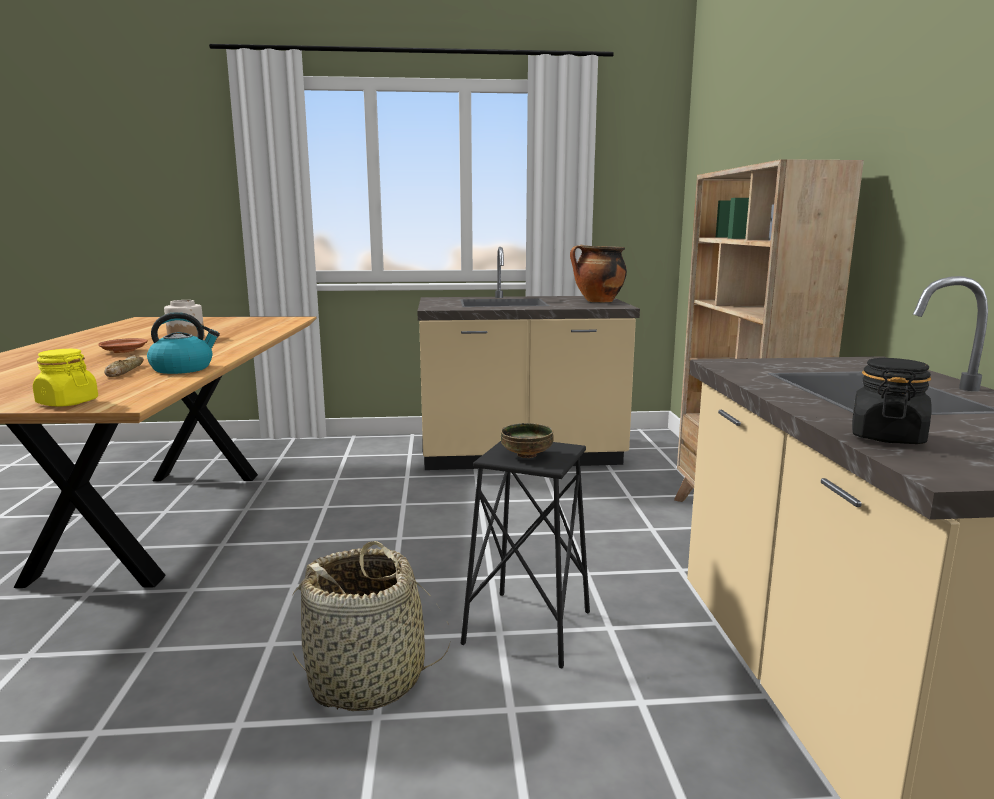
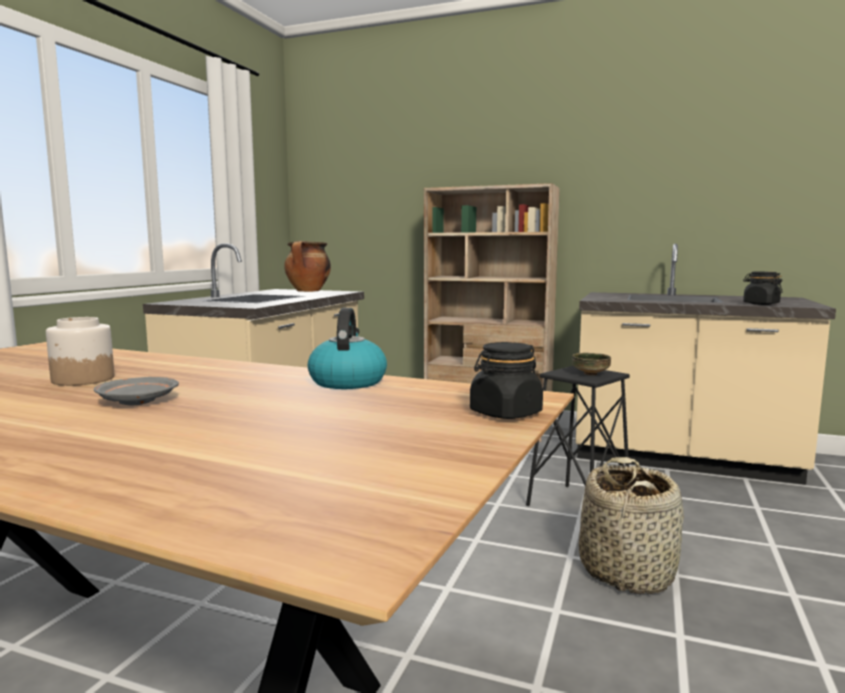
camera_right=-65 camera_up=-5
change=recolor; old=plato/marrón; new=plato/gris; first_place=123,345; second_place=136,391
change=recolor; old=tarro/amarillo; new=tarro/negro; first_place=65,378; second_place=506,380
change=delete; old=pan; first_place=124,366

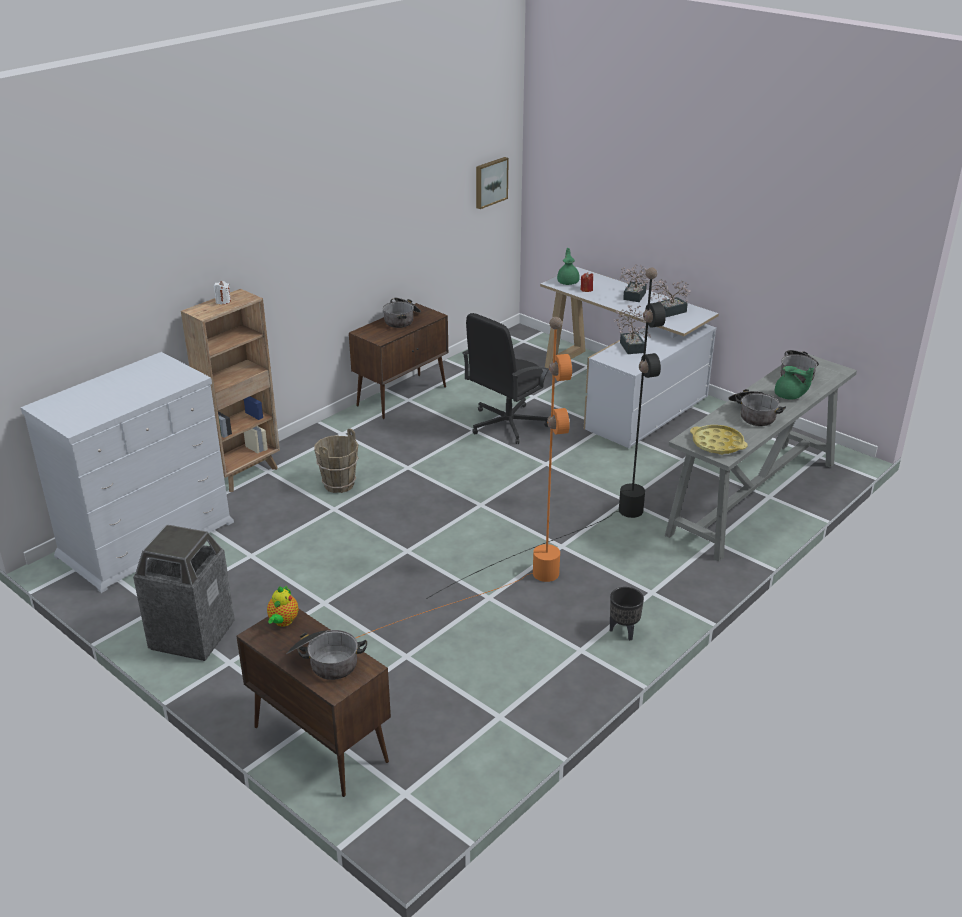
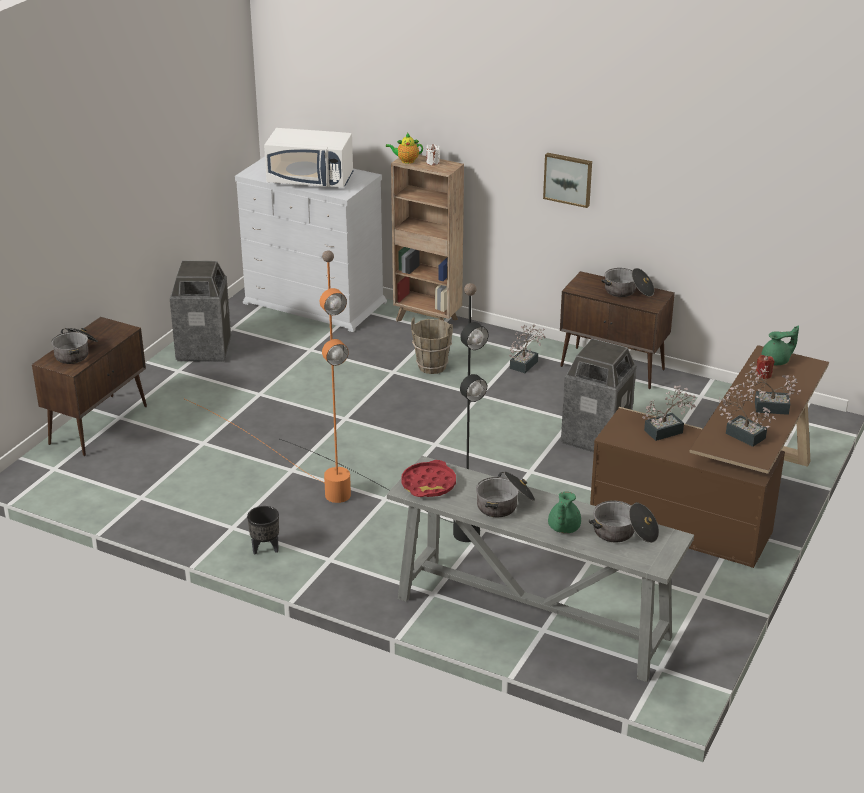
camera_right=75 camera_up=0
change=move; old=cuadro; first_place=492,183; second_place=567,180
change=recolor; old=escritorio/blanco; new=escritorio/marrón; first_place=629,357; second_place=709,456
change=replace; old=silla de oficina/negro; new=papelera; first_place=506,378; second_place=598,395
change=recolor; old=bandeja/amarillo; new=bandeja/rojo; first_place=719,440; second_place=428,478
change=move; old=tetera; first_place=282,606; second_place=404,148
change=insert; new=microondas/blanco; second_place=309,158
change=insert; new=planta en maceta; second_place=527,348

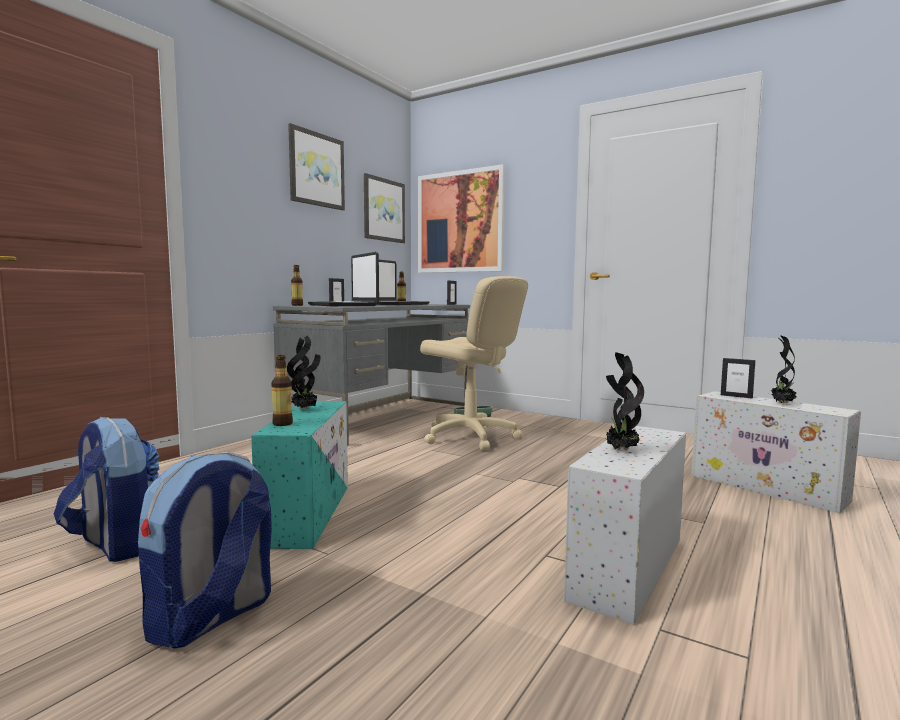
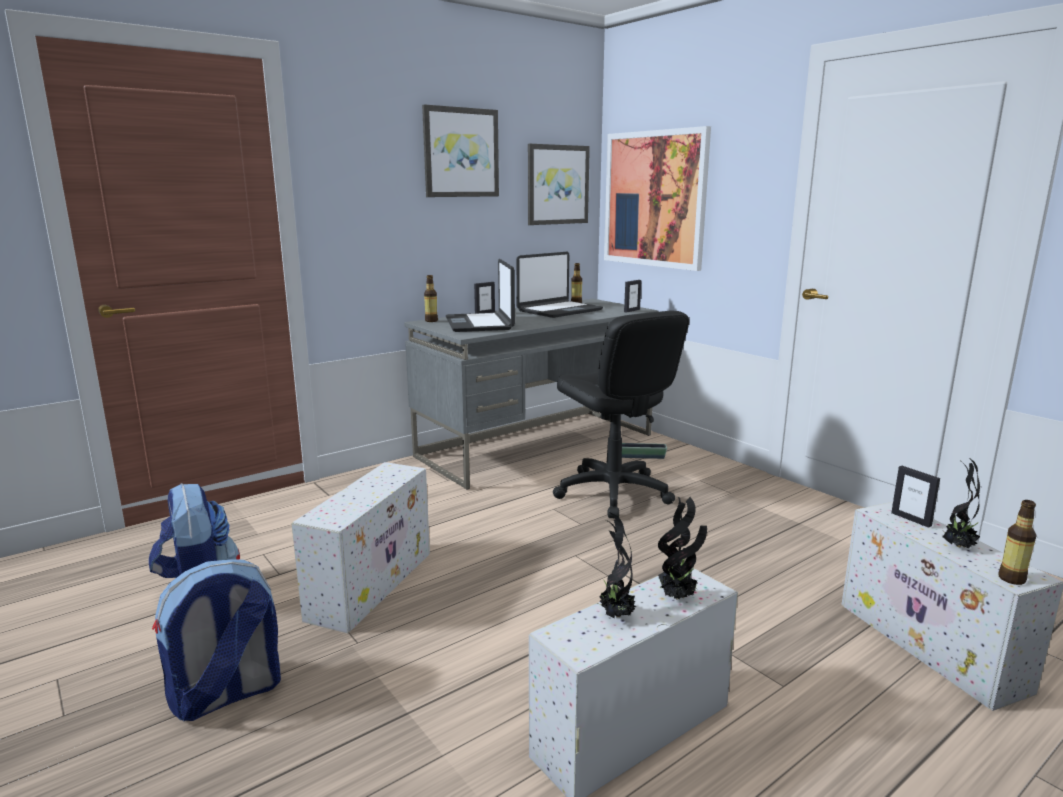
camera_right=20 camera_up=10
change=recolor; old=silla de oficina/beis; new=silla de oficina/negro; first_place=474,363; second_place=621,414
change=move; old=planta en maceta; first_place=304,372; second_place=682,548
change=move; old=botella; first_place=282,390; second_place=1018,542
change=recolor; old=caja de almacenaje/turquesa; new=caja de almacenaje/blanco; first_place=299,475; second_place=360,548

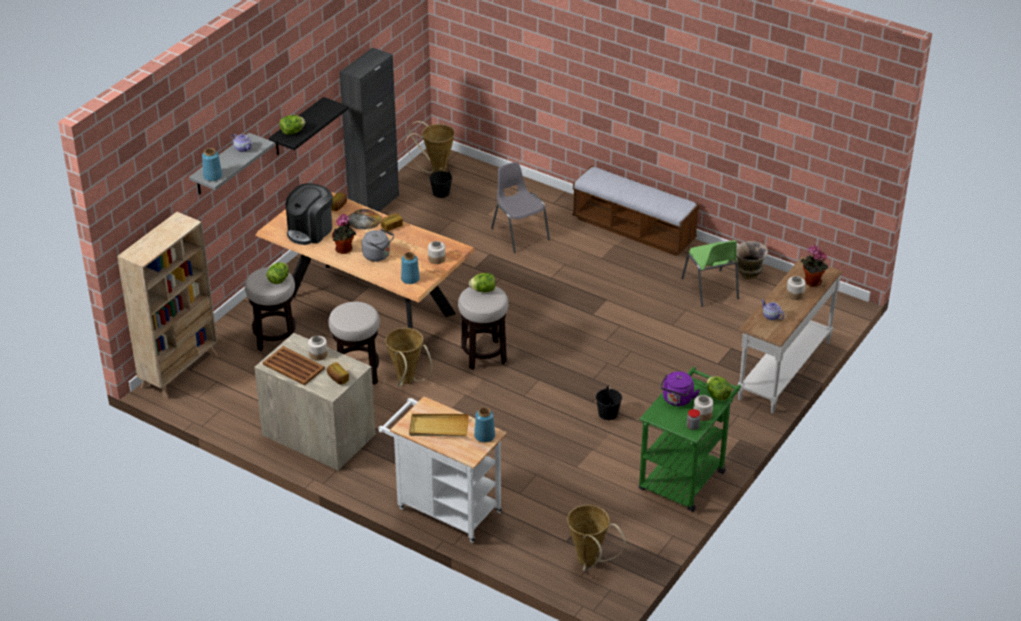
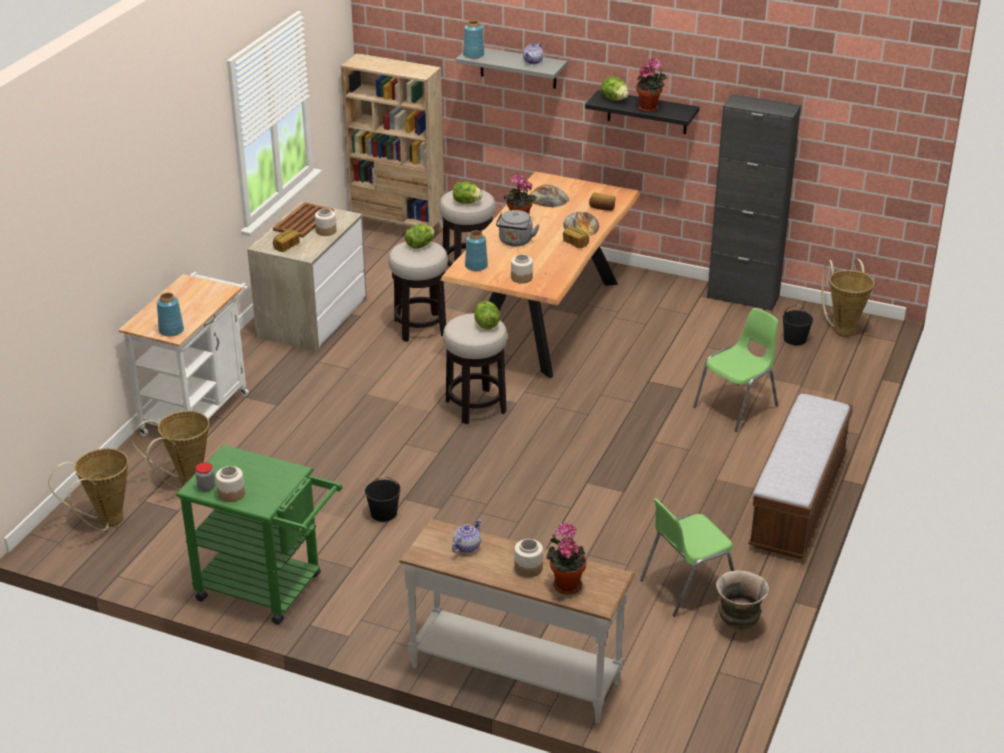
camera_right=80 camera_up=-5
change=recolor; old=silla/gris; new=silla/verde; first_place=520,207; second_place=736,370
change=replace; old=cafetera; new=pan; first_place=309,214; second_place=549,195
change=move; old=cesta; first_place=409,357; second_place=170,450
change=delete; old=hervidor/morado; first_place=680,388
change=move; old=lechuga; first_place=719,388; second_place=420,236
change=delete; old=bandeja/beis; first_place=439,425
change=insert; new=planta en maceta; second_place=651,85

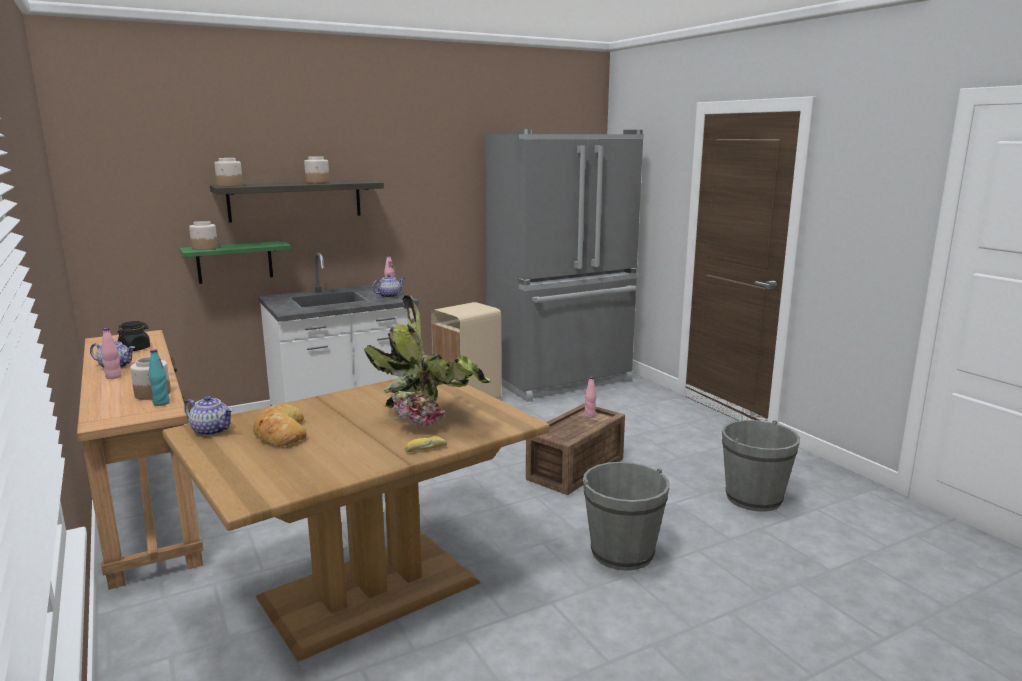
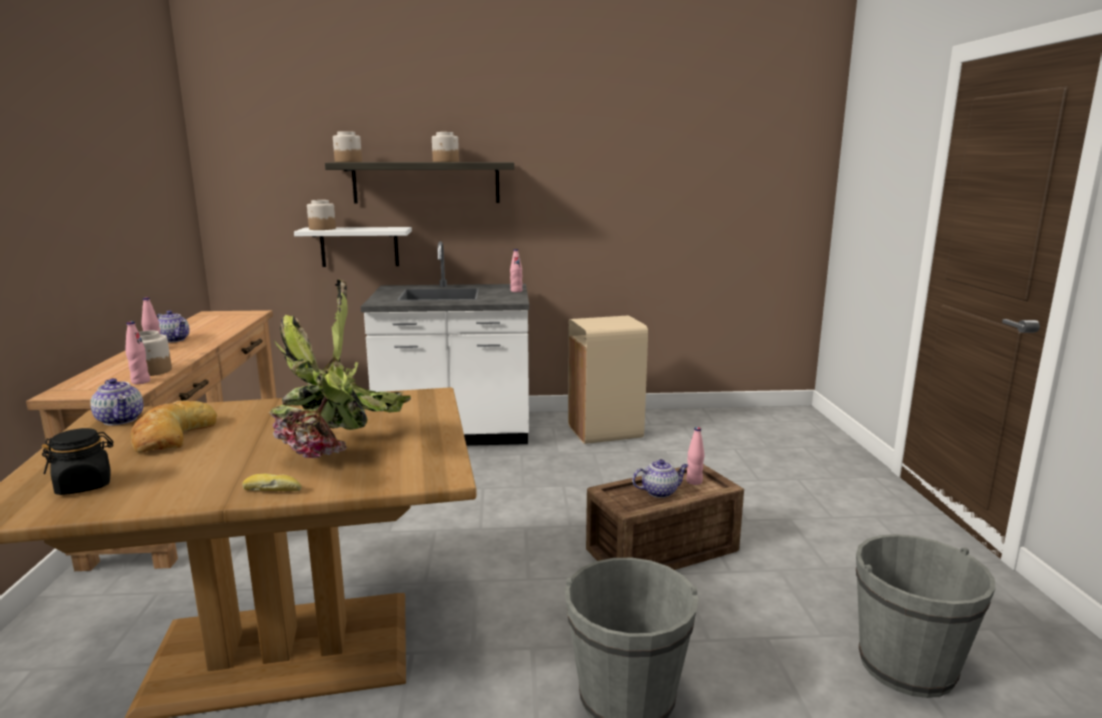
camera_right=25 camera_up=0
change=delete; old=nevera/gris; first_place=564,265
change=recolor; old=estante/verde; new=estante/blanco; first_place=235,262; second_place=353,247
change=move; old=tetera; first_place=388,286; second_place=660,478
change=move; old=tarro/negro; first_place=133,336; second_place=77,461
change=recolor; old=botella/turquesa; new=botella/rosa; first_place=159,377; second_place=137,352

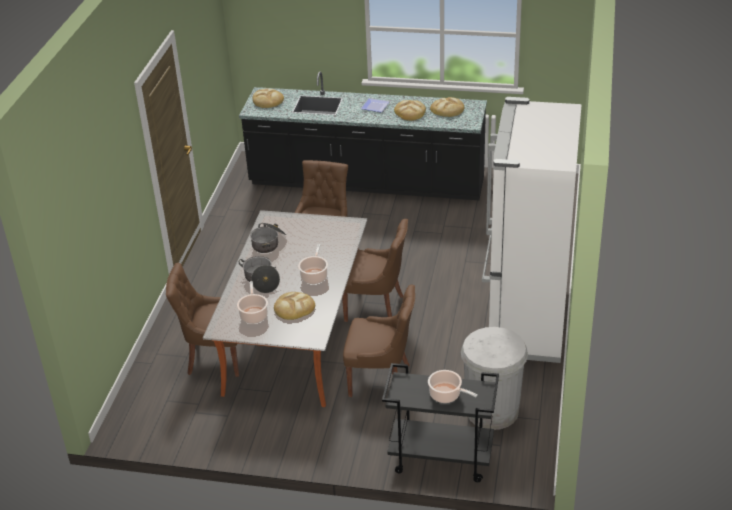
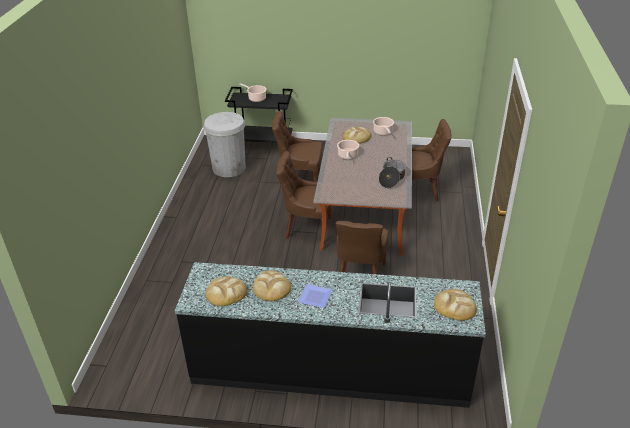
camera_right=175 camera_up=0
change=delete; old=nevera/blanco; first_place=532,230
change=delete; old=olla; first_place=259,274

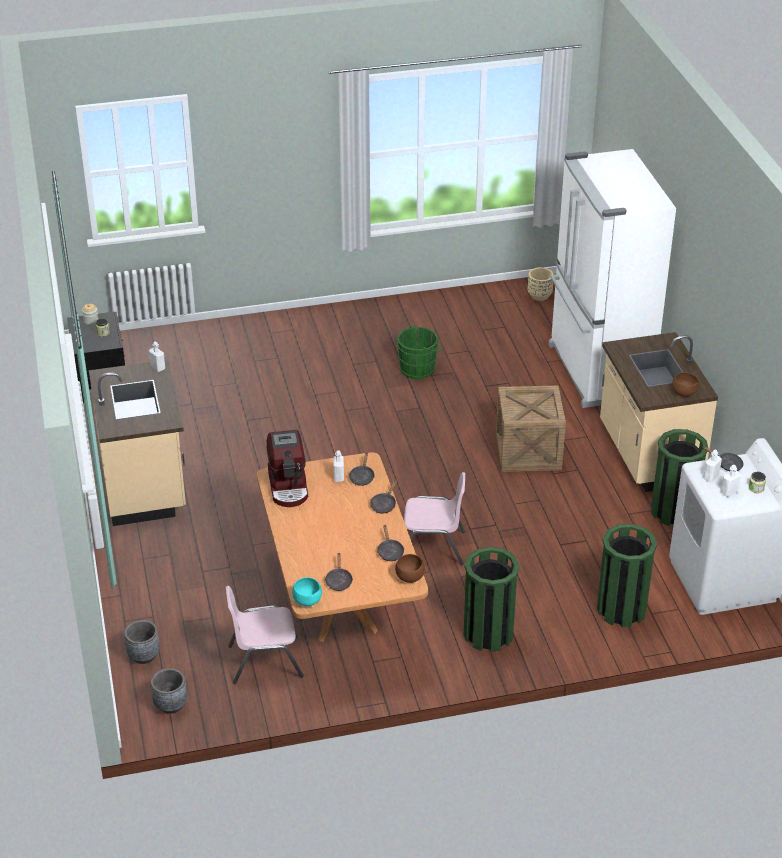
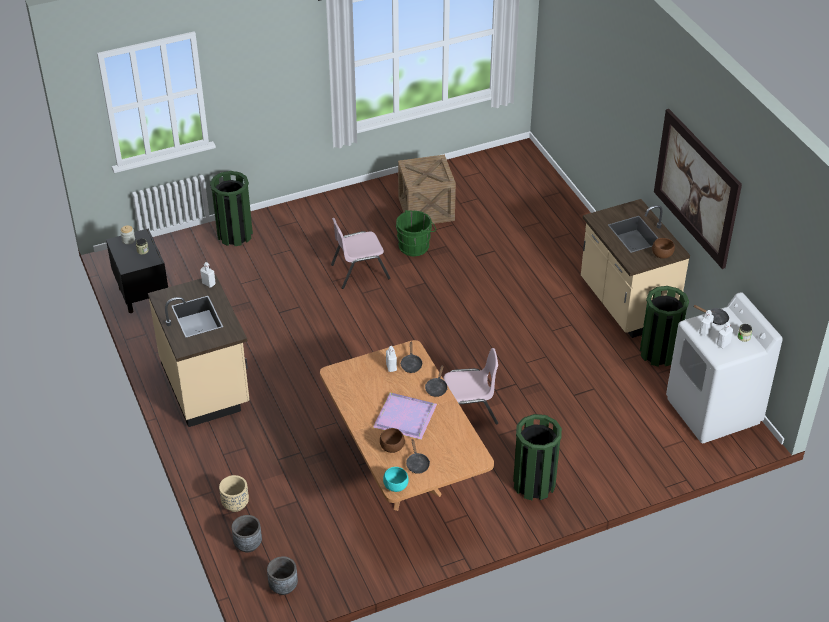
camera_right=-10 camera_up=5
change=delete; old=nevera/blanco; first_place=612,278
change=move; old=maceta/beis; first_place=541,284; second_place=234,493
change=move; old=caja de embalaje; first_place=531,428; second_place=427,189
change=delete; old=cafetera; first_place=287,468
change=delete; old=sartén/negro; first_place=390,542
change=move; old=papelera/verde; first_place=627,575; second_place=231,208
change=move; old=cuenco/marrón; first_place=410,568; second_place=392,440
change=move; old=silla/rosa; first_place=265,635; second_place=360,253
change=insert; new=cuadro; second_place=698,189
change=insert; new=bandeja/morado; second_place=405,416

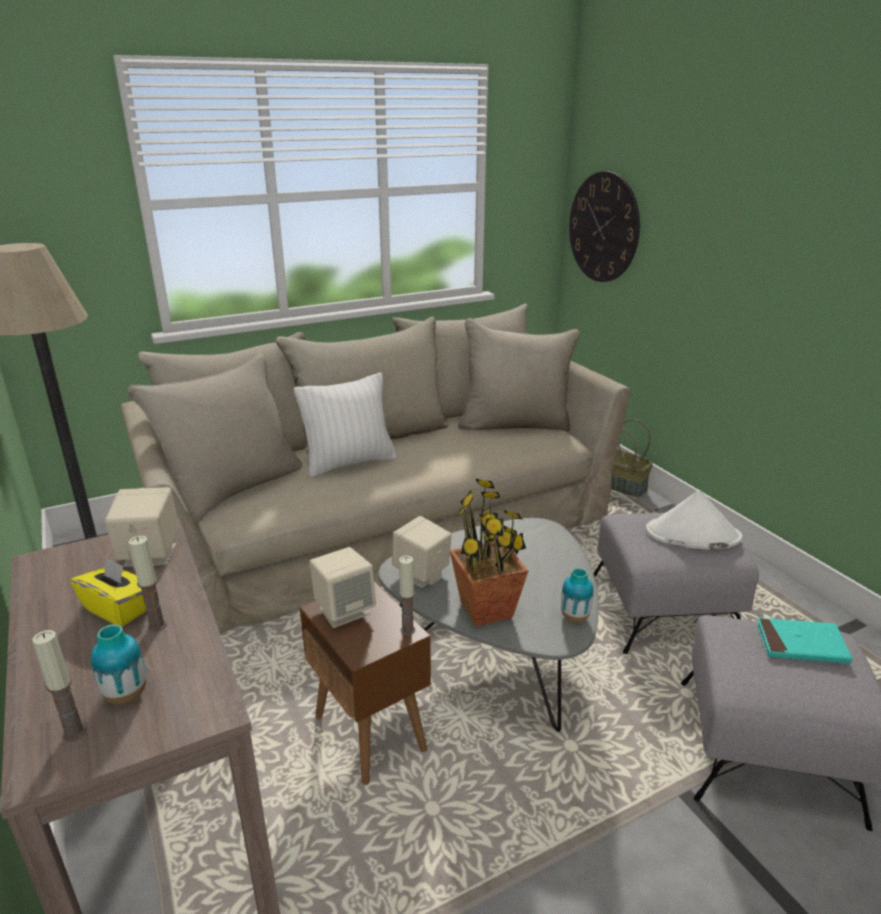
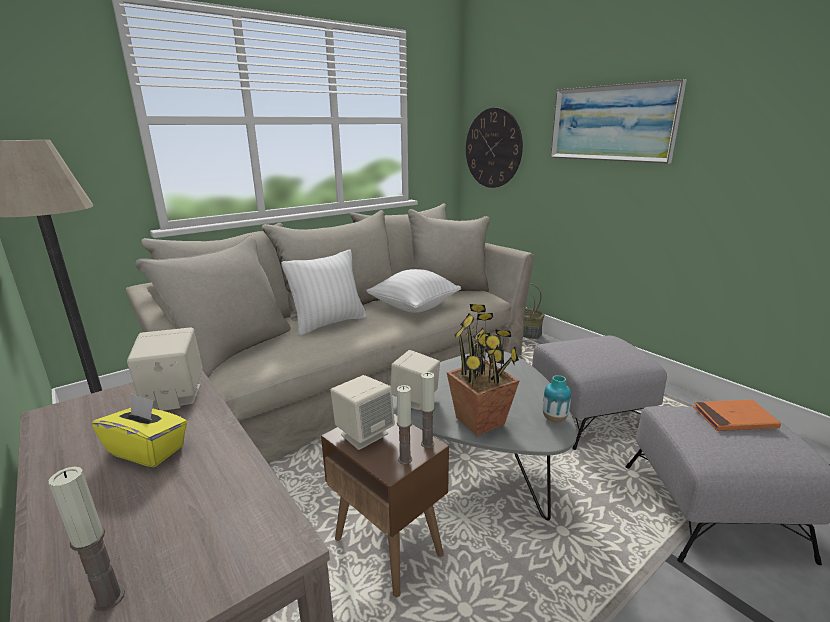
camera_right=-10 camera_up=-5
change=delete; old=sombrero/blanco; first_place=694,519
change=move; old=vela; first_place=147,583; second_place=404,425
change=recolor; old=libro/turquesa; new=libro/naranja; first_place=804,641; second_place=737,415
change=delete; old=florero; first_place=118,664
change=insert; new=cuadro; second_place=618,121
change=insert; new=cojín/blanco; second_place=413,291

